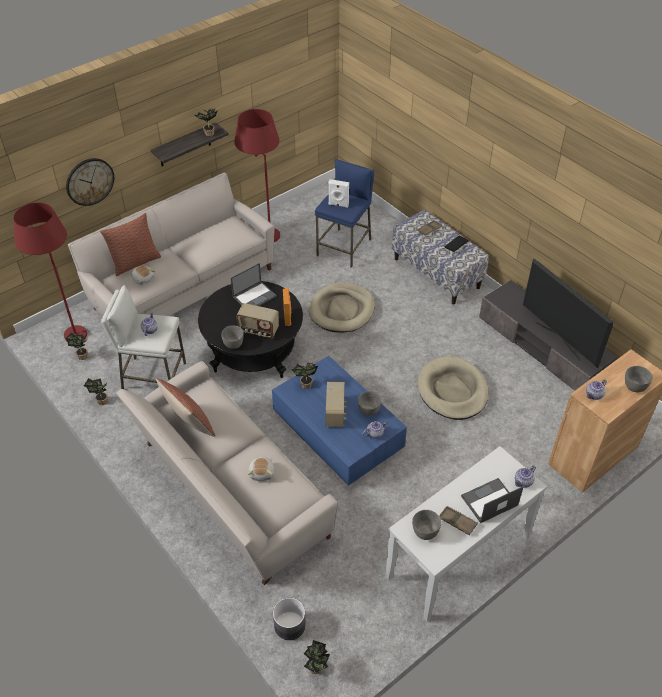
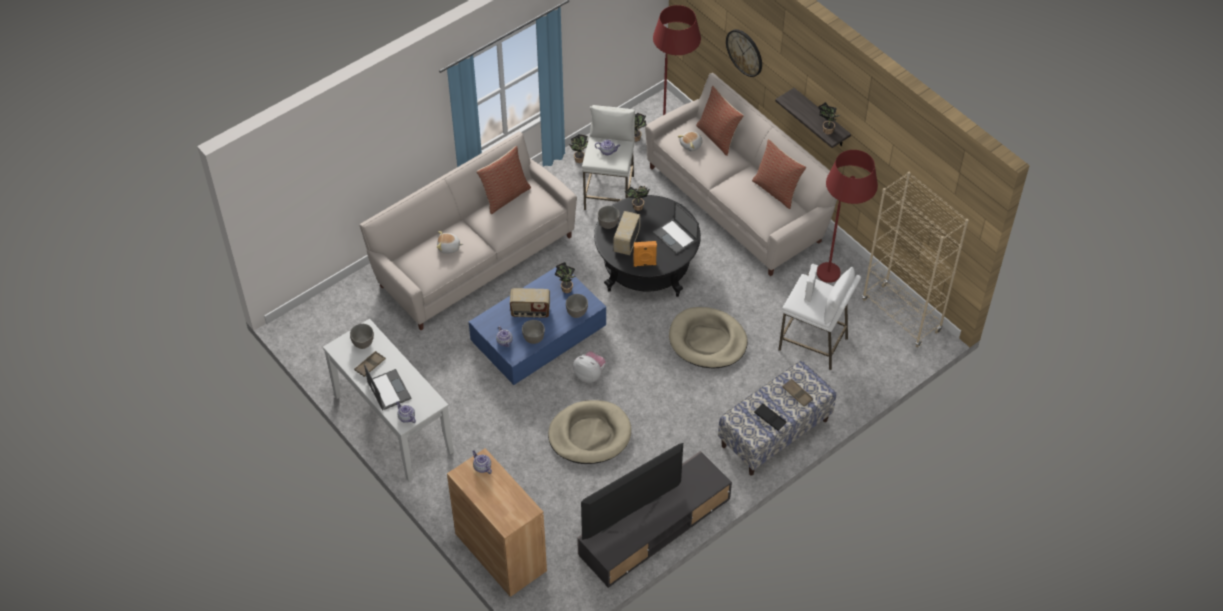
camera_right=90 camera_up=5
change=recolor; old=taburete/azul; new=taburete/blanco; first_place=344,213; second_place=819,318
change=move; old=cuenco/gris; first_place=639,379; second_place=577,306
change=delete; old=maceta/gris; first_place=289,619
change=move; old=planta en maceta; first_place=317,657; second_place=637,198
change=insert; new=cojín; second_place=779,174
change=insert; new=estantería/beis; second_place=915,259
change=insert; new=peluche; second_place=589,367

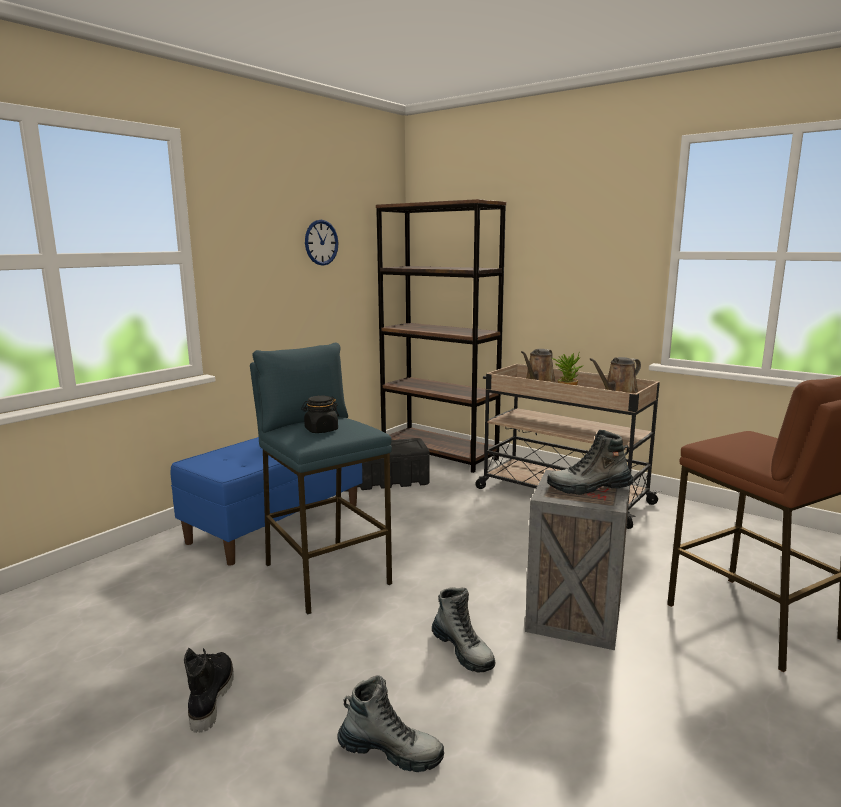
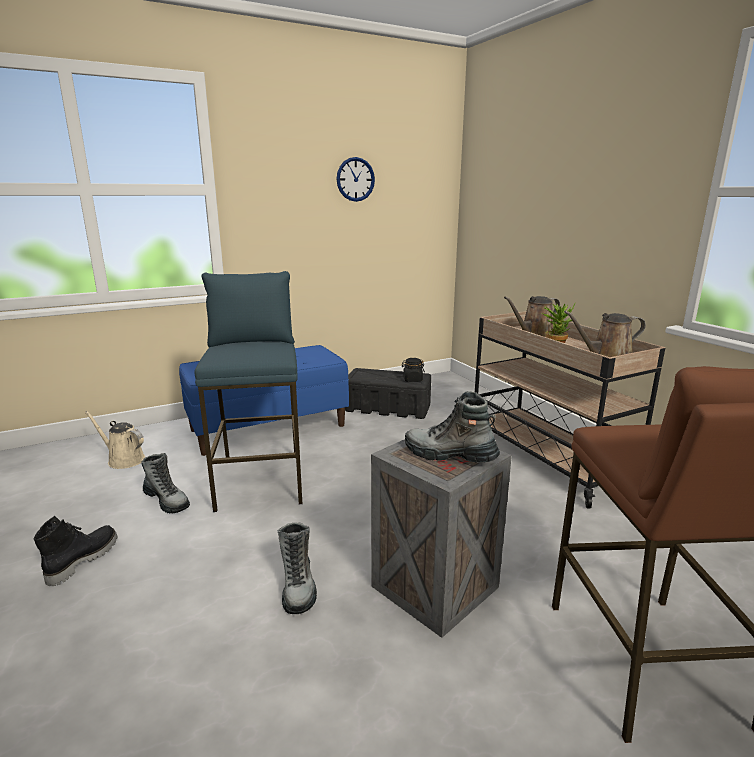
camera_right=25 camera_up=5
change=delete; old=estantería/marrón; first_place=441,336
change=move; old=tarro/negro; first_place=320,414; second_place=413,370
change=move; old=bota; first_place=390,723; second_place=165,483
change=insert; new=regadera/beis; second_place=115,440

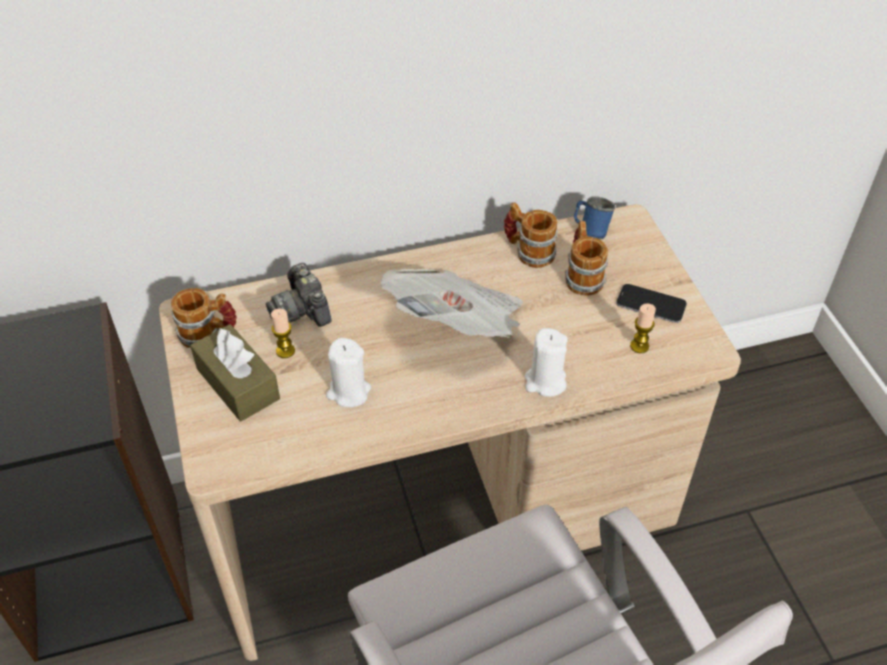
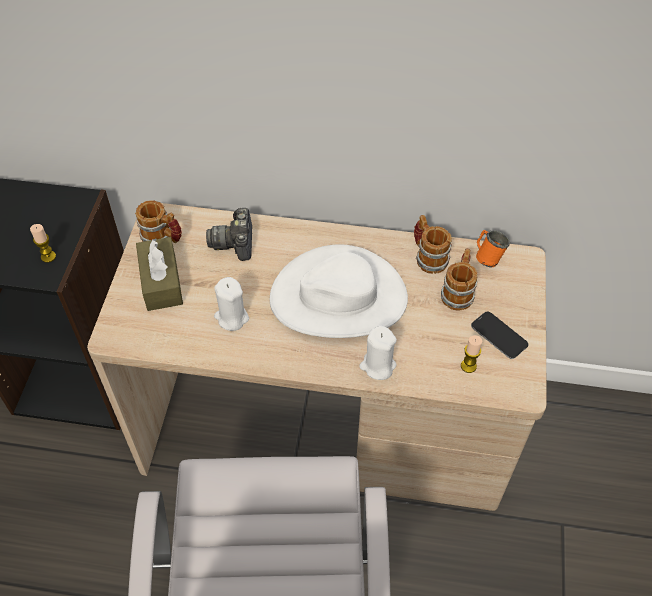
camera_right=25 camera_up=5
change=recolor; old=taza grande/azul; new=taza grande/naranja; first_place=594,218; second_place=493,249
change=replace; old=periódico; new=sombrero/blanco; first_place=451,303; second_place=339,291
change=move; old=vela; first_place=283,333; second_place=43,243

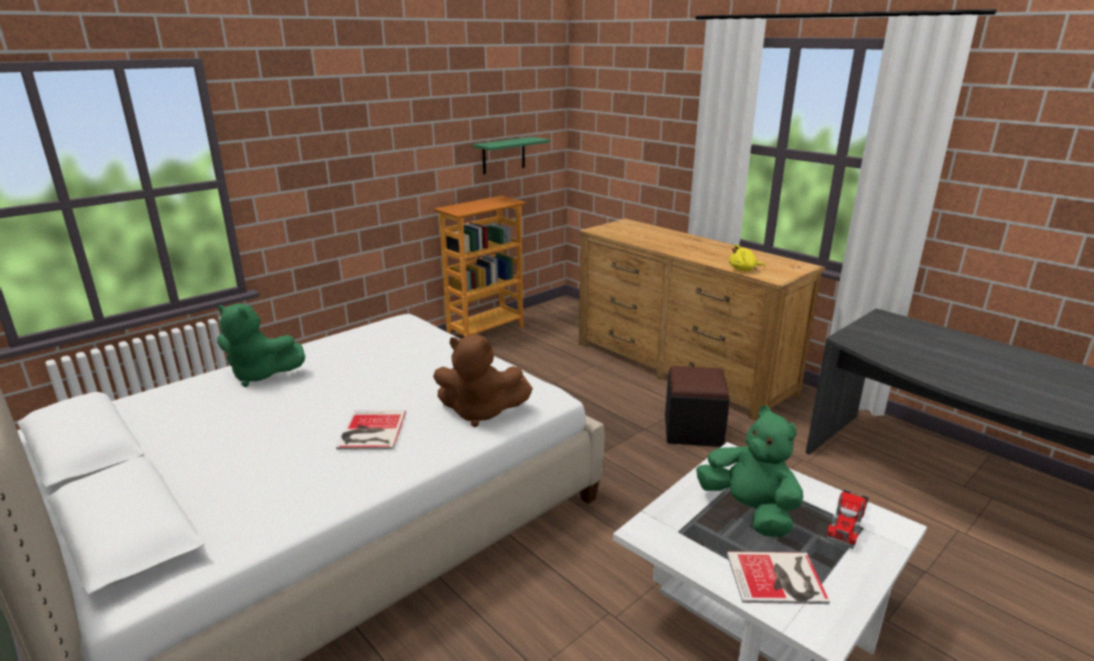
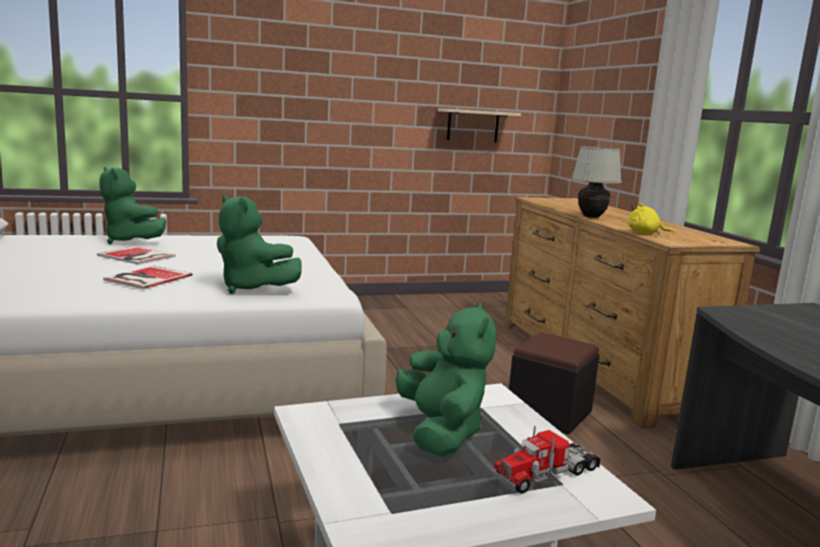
camera_right=25 camera_up=-10
change=recolor; old=estante/verde; new=estante/beis; first_place=511,155; second_place=479,125
change=delete; old=estantería; first_place=480,266
change=recolor; old=peluche/marrón; new=peluche/verde; first_place=483,381; second_place=259,244
change=move; old=libro; first_place=778,577; second_place=136,255
change=insert; new=lámpara de mesa/blanco; second_place=597,182

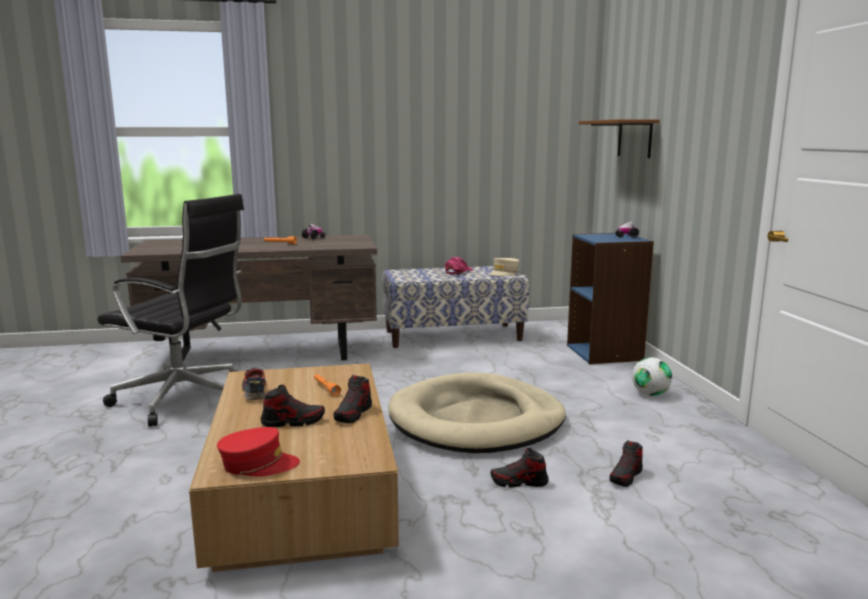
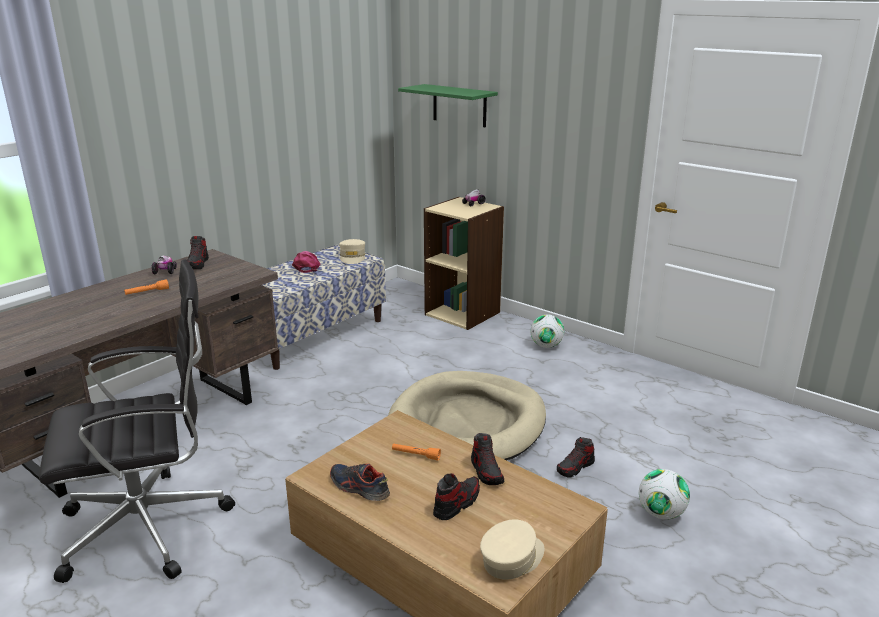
camera_right=-40 camera_up=10
change=recolor; old=estante/marrón; new=estante/verde; first_place=619,138; second_place=448,105
change=recolor; old=estantería/azul; new=estantería/beis; first_place=610,298; second_place=464,263
change=recolor; old=gorra/rojo; new=gorra/beis; first_place=258,452; second_place=512,549
change=move; old=zapato; first_place=626,463; second_place=198,252
change=insert; new=balón de fútbol; second_place=664,494

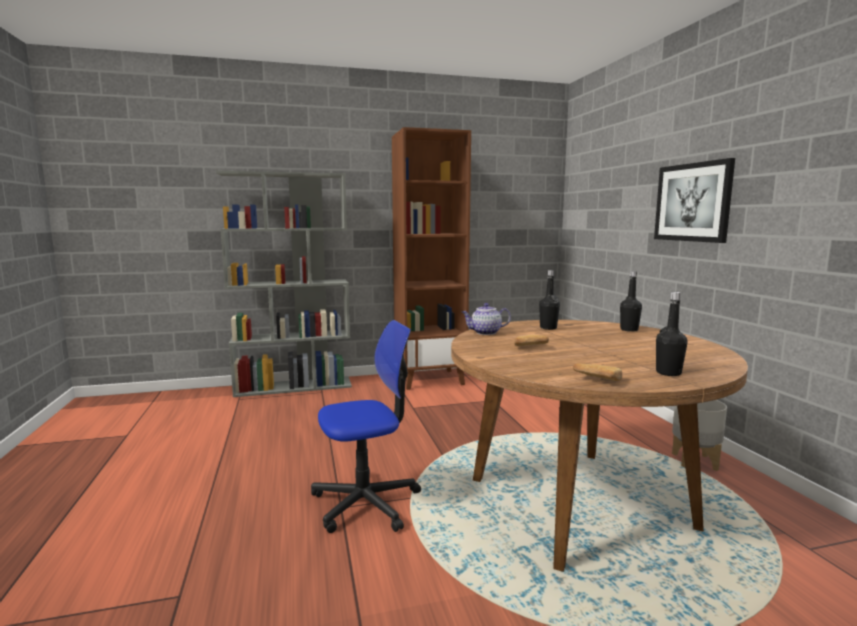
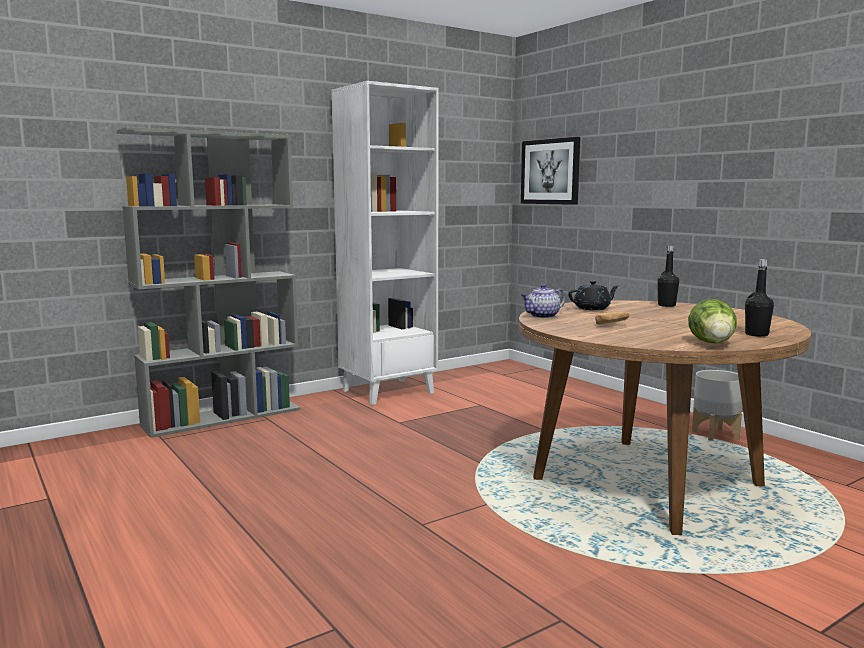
camera_right=-20 camera_up=0
change=recolor; old=estantería/marrón; new=estantería/blanco; first_place=431,258; second_place=385,243
change=move; old=cuadro; first_place=694,200; second_place=550,171
change=replace; old=botella/negro; new=tetera/negro; first_place=549,300; second_place=593,295
change=delete; old=silla de oficina; first_place=366,426
change=replace; old=pan; new=lechuga; first_place=597,372; second_place=712,321

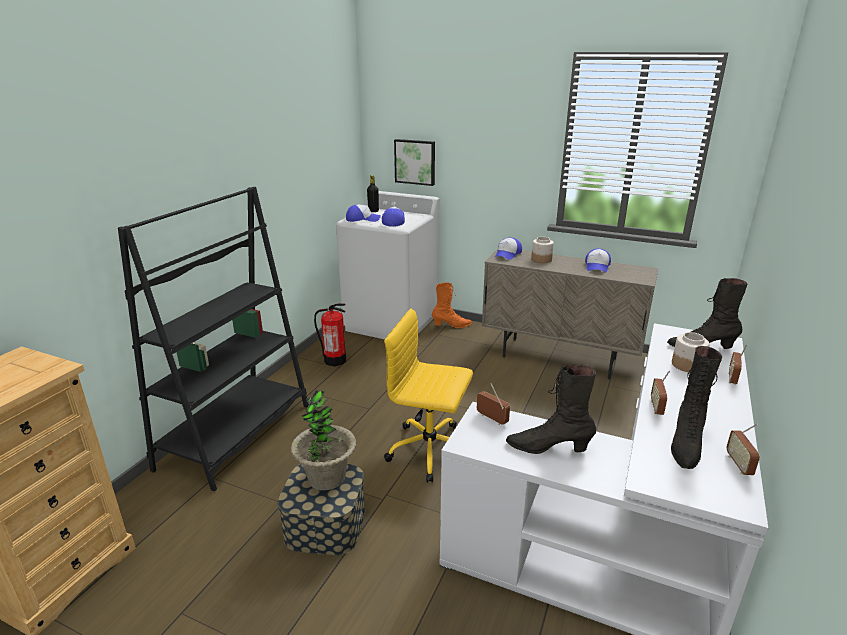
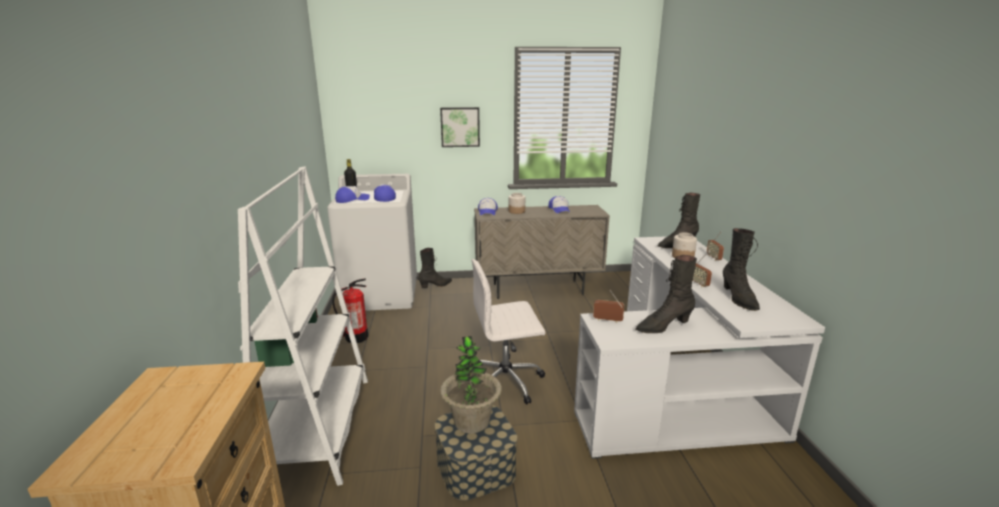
camera_right=-30 camera_up=-5
change=move; old=cuadro; first_place=414,162; second_place=460,127
change=recolor; old=estantería/negro; new=estantería/blanco; first_place=213,339; second_place=303,326
change=recolor; old=bota/naranja; new=bota/negro; first_place=452,305; second_place=435,268
change=recolor; old=silla de oficina/amarillo; new=silla de oficina/blanco; first_place=428,395; second_place=508,332
change=delete; old=radio; first_place=743,449

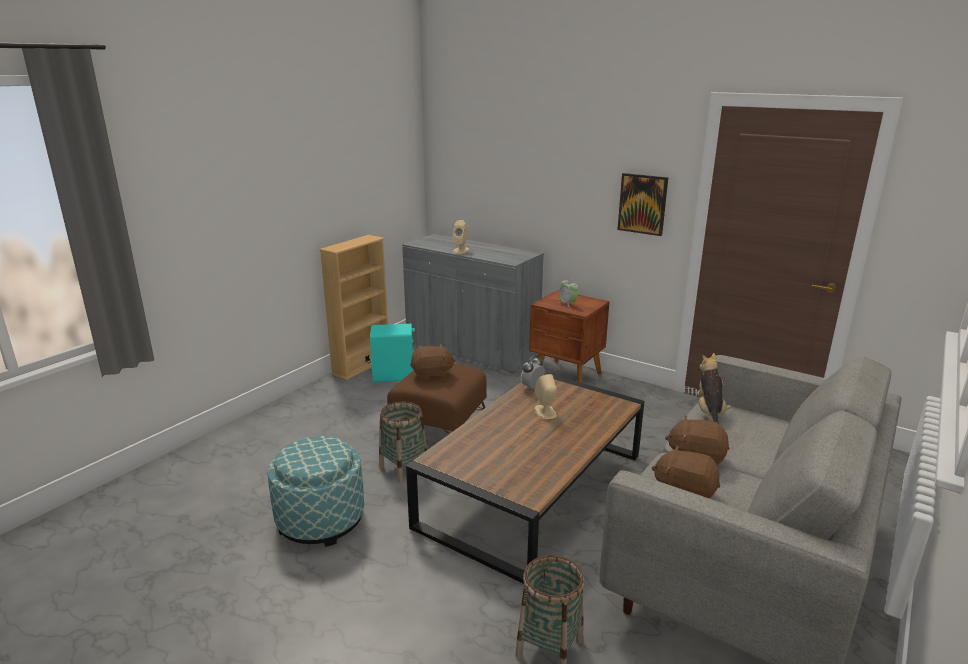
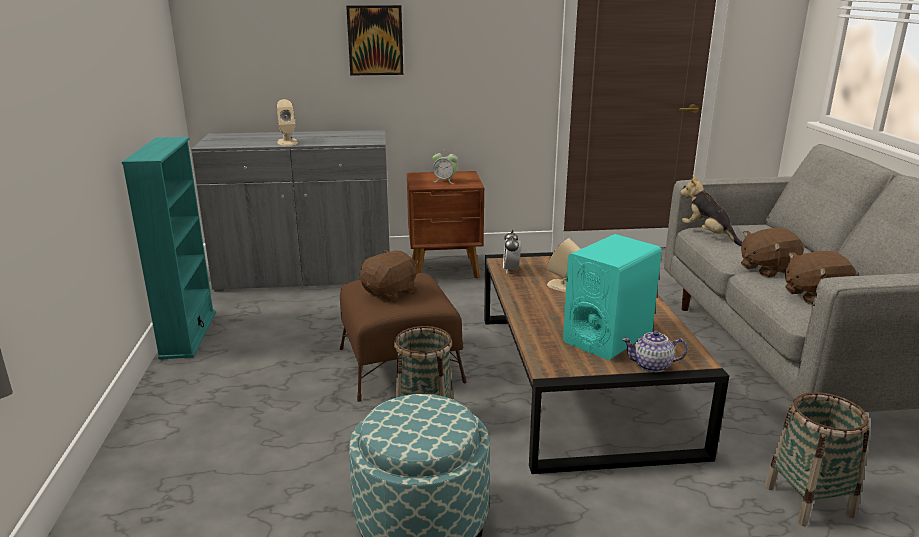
camera_right=-40 camera_up=0
change=move; old=cuadro; first_place=642,204; second_place=374,40
change=recolor; old=estantería/beis; new=estantería/turquesa; first_place=353,307; second_place=169,248
change=move; old=altavoz/turquesa; first_place=392,353; second_place=612,297
change=insert; new=tetera; second_place=655,351

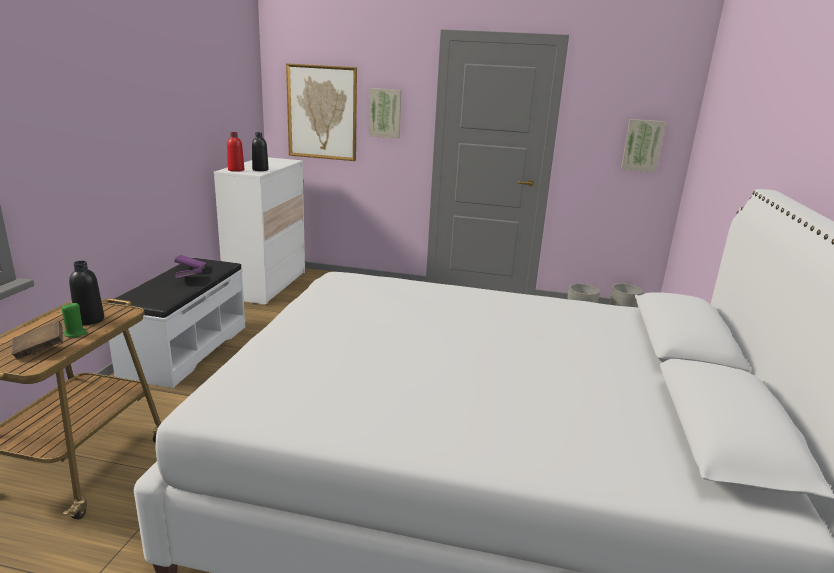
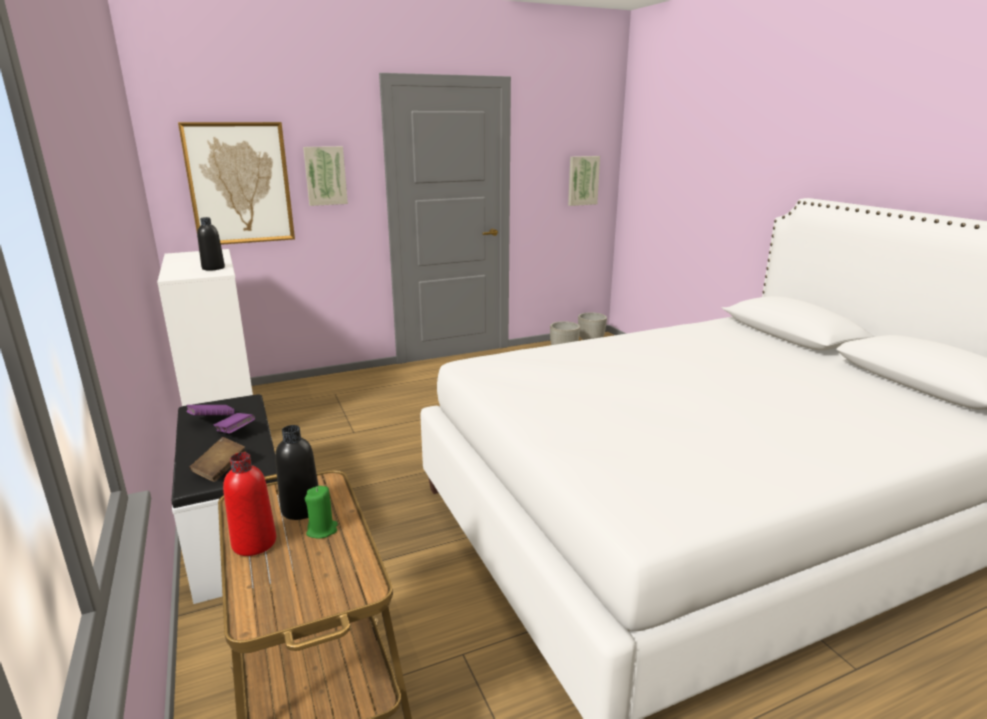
camera_right=-35 camera_up=0
change=move; old=botella/rojo; first_place=235,152; second_place=249,504
change=move; old=libro/marrón; first_place=37,340; second_place=217,459

